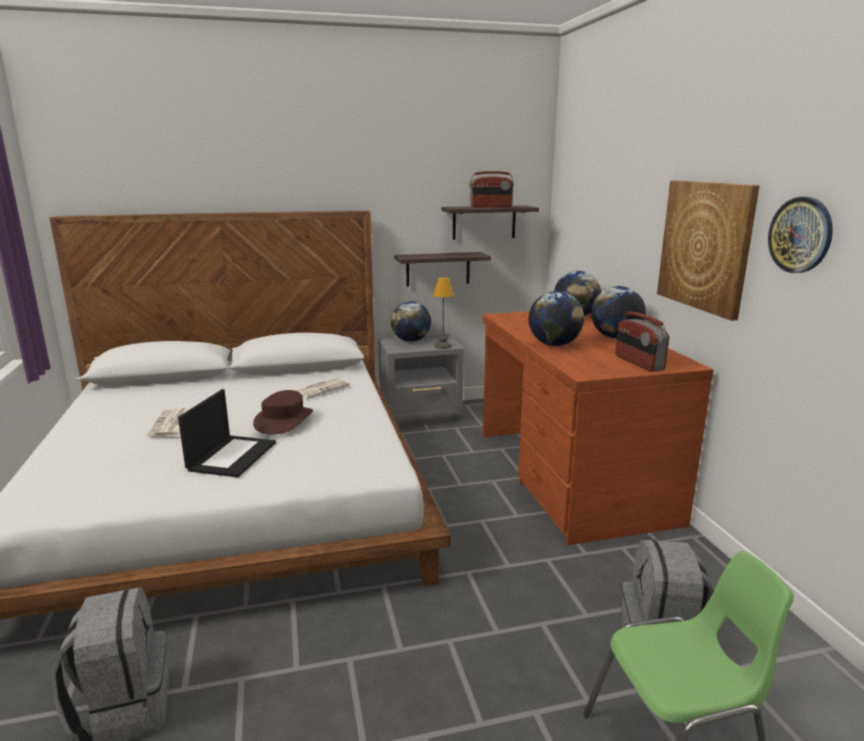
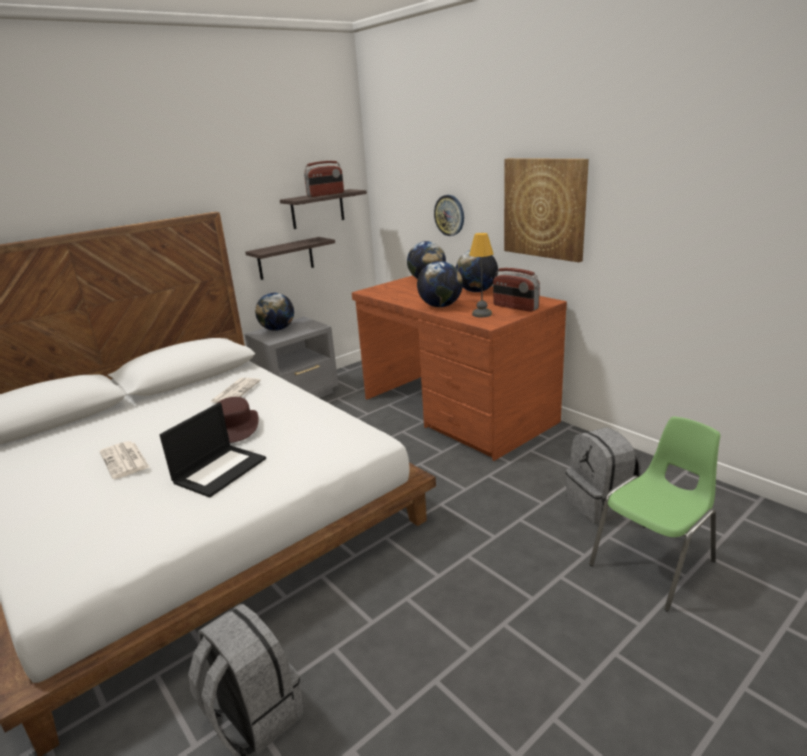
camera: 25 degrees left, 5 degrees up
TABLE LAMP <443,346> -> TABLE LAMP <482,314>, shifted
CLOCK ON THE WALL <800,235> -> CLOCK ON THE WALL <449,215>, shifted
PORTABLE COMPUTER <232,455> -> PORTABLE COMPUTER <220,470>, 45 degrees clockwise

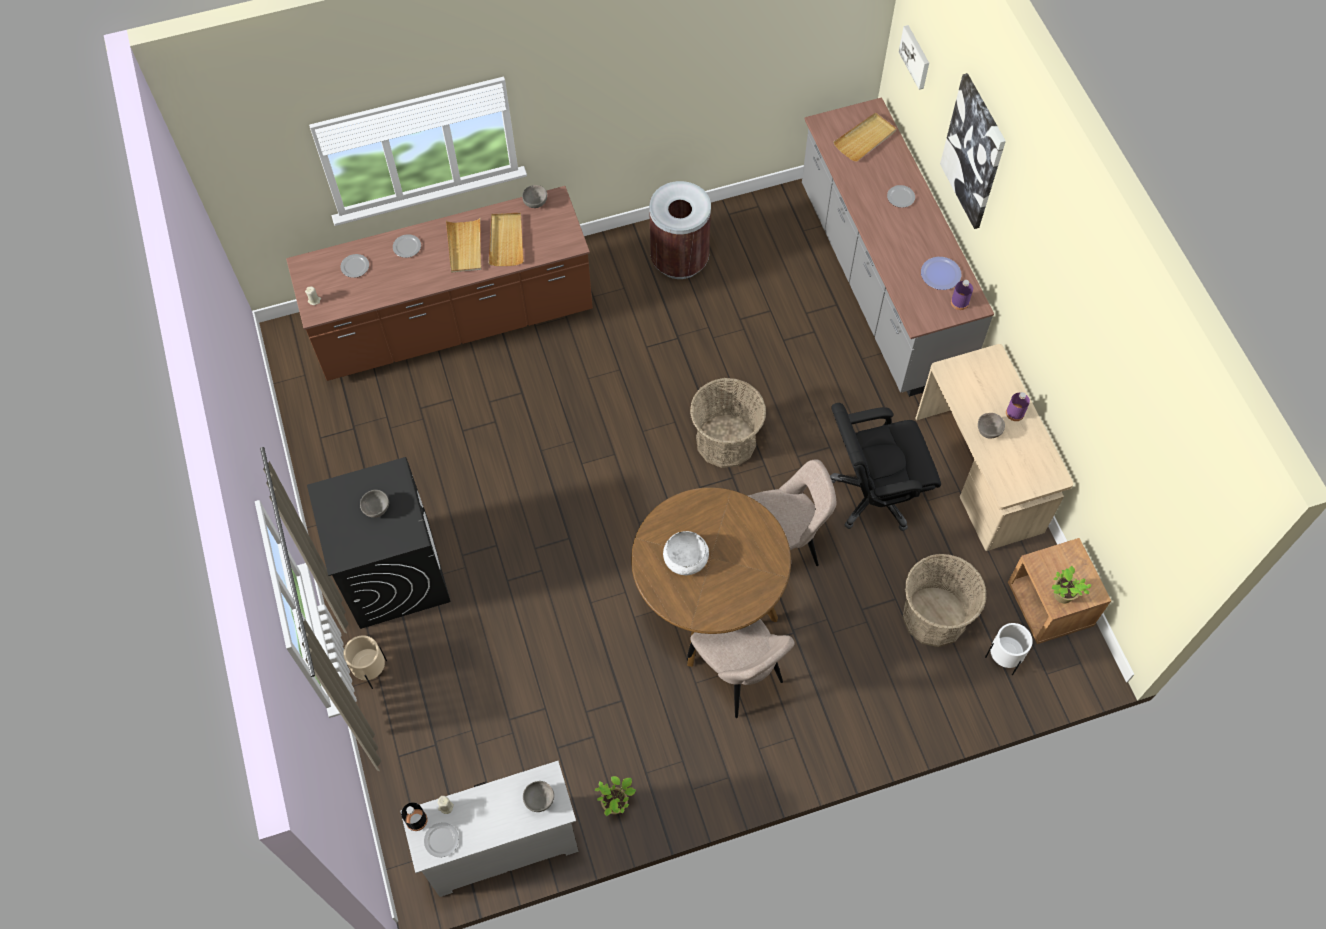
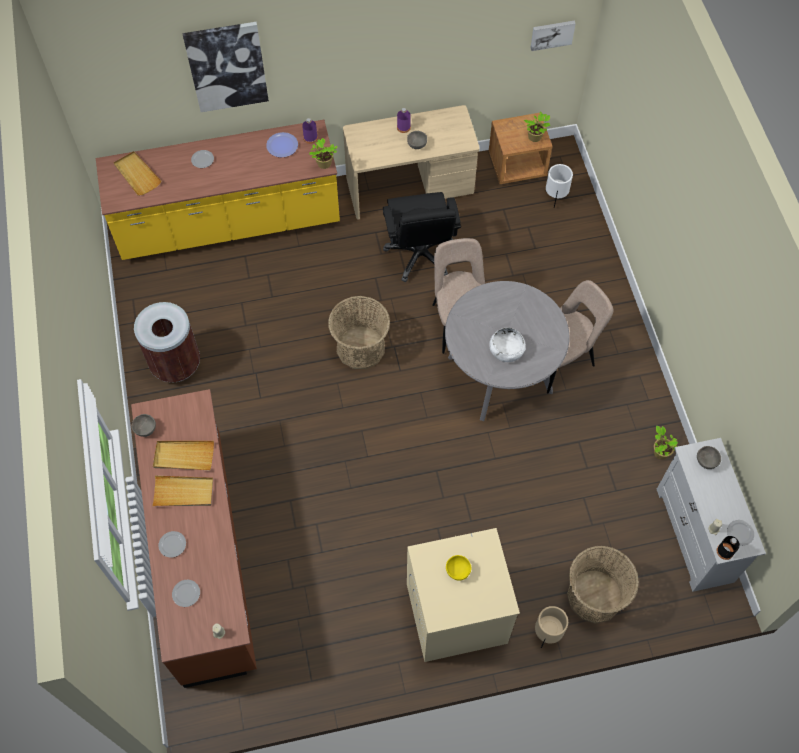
camera: 85 degrees left, 0 degrees up
none -> HOUSEPLANT <324,164>
WALL PICTURE <916,56> -> WALL PICTURE <552,34>, shifted
BASKET <934,616> -> BASKET <594,596>, shifted
BLACK LAUNDRY MACHINE <393,572> -> BEIGE-COLOURED LAUNDRY MACHINE <455,614>
GREY SERVING BOWL <376,509> -> YELLOWISH SERVING BOWL <458,571>
BROWNISH DINNER TABLE <708,601> -> GREY DINNER TABLE <500,374>
GREY KITCHEN COUNTER <880,282> -> YELLOWISH KITCHEN COUNTER <229,224>

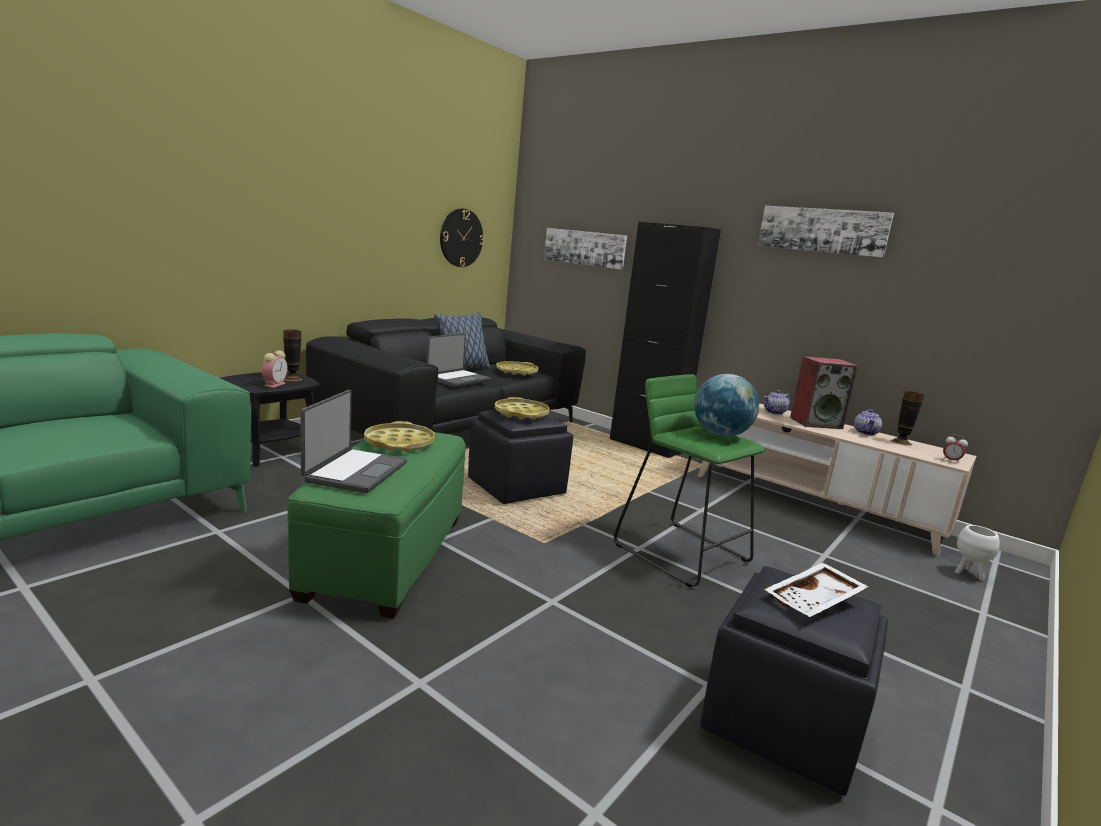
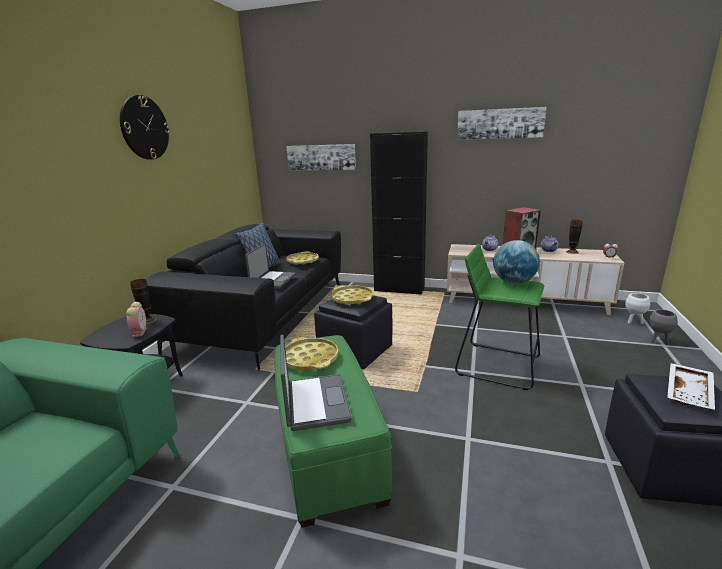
camera: 20 degrees left, 5 degrees up
none -> GREY PLANTER <658,341>
CLOCK ON THE WALL <461,238> -> CLOCK ON THE WALL <144,128>, shifted

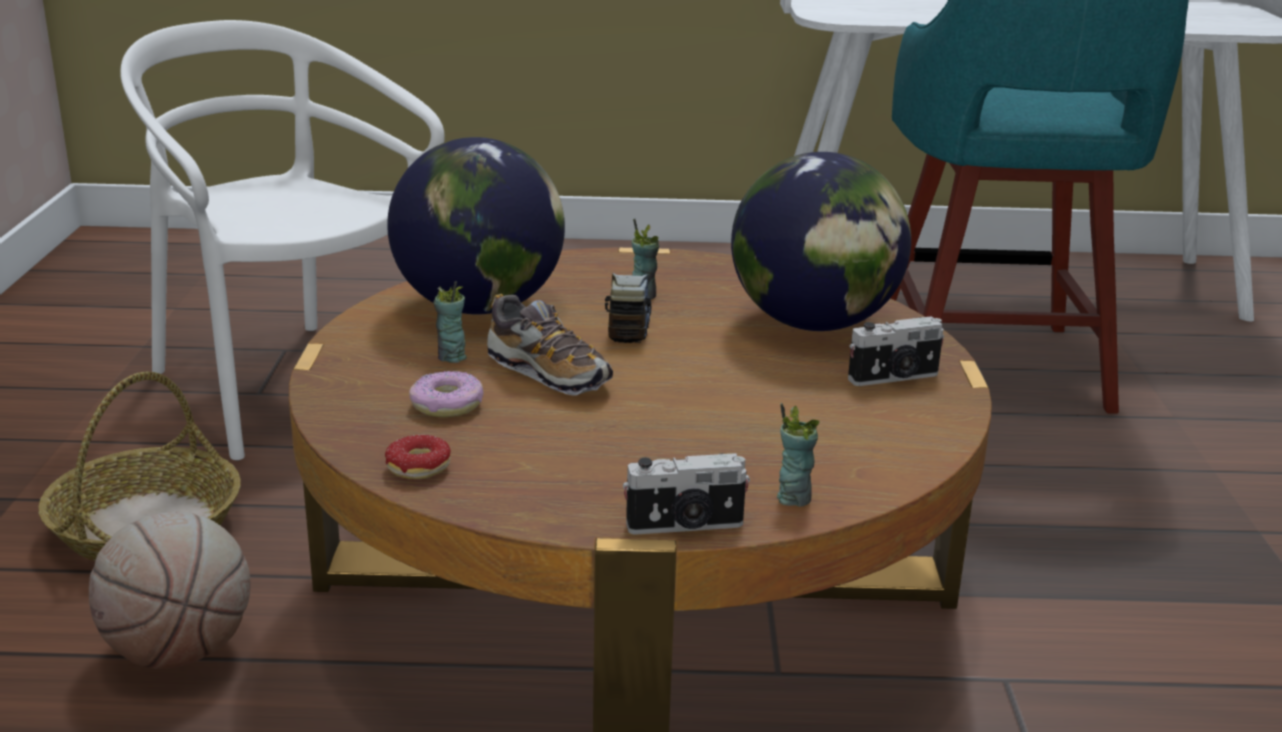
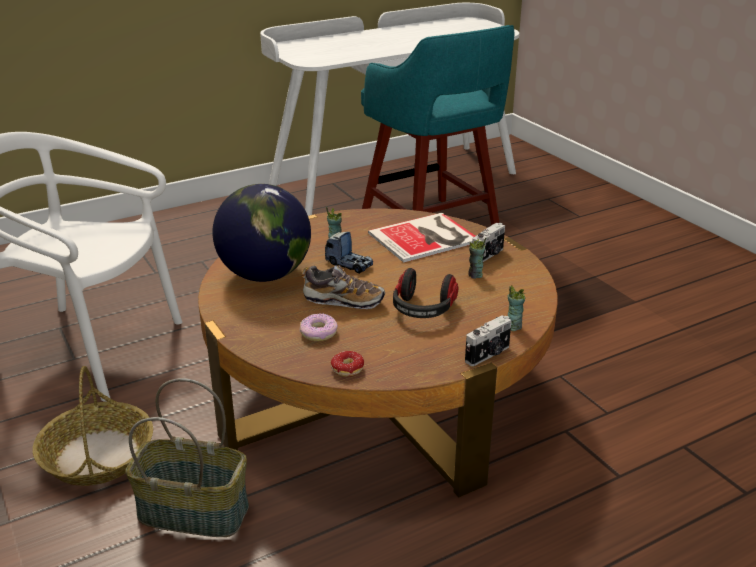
camera: 30 degrees left, 5 degrees up
none -> HEADPHONES <423,310>
DRINKING CUP <451,357> -> DRINKING CUP <475,275>, shifted
BASKETBALL <180,651> -> BASKET <195,511>
GLOBE <814,324> -> BOOK <426,238>
MODEL TRUCK <628,327> -> MODEL TRUCK <349,264>, 150 degrees clockwise

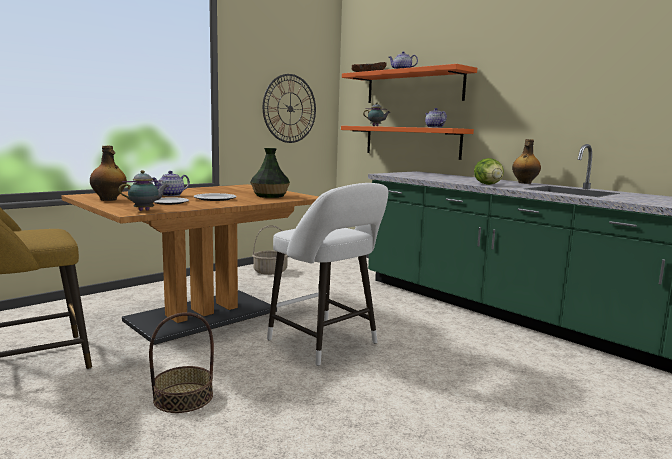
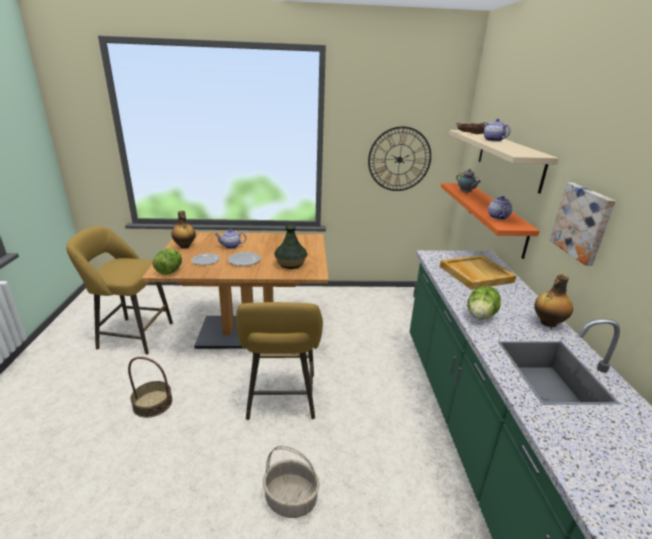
camera: 40 degrees right, 15 degrees up
none -> BEIGE-COLOURED TRAY <475,274>
none -> WALL PICTURE <583,222>
BASKET <270,271> -> BASKET <291,499>, shifted
POT FOR TEA <145,210> -> LETTUCE <170,271>
WHITISH SITTING STOOL <326,344> -> YELLOWISH SITTING STOOL <281,400>
ORANGE-COLOURED SHELF <413,87> -> BEIGE-COLOURED SHELF <509,158>

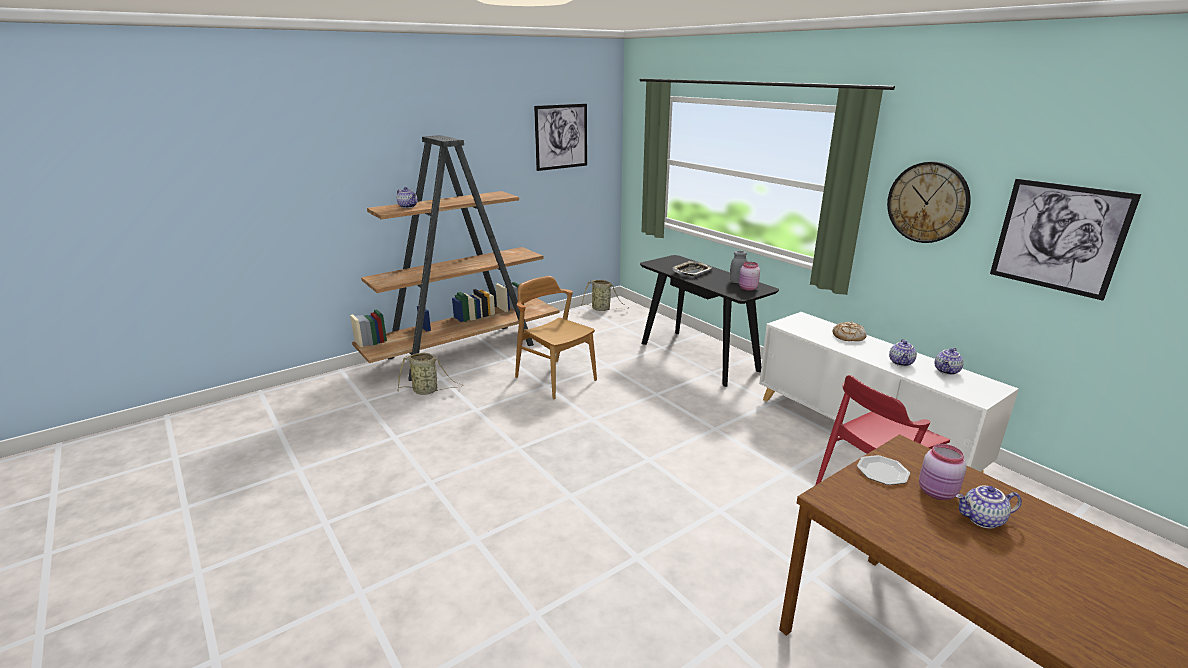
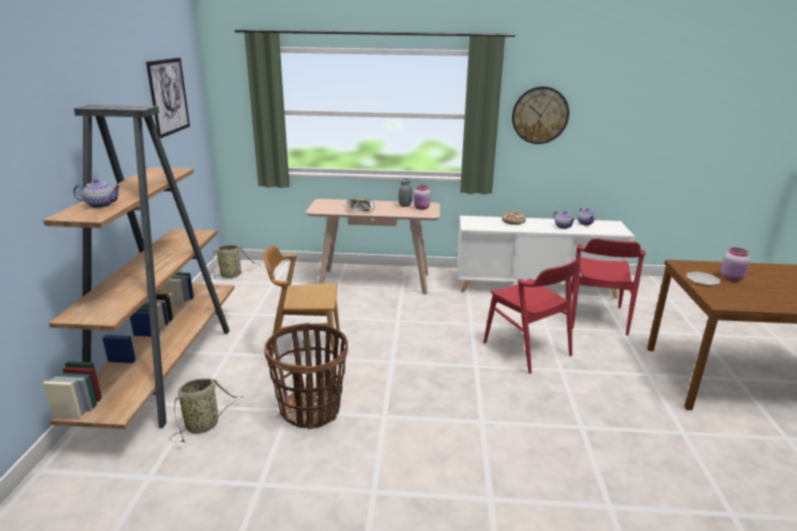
camera: 50 degrees left, 0 degrees up
POT FOR TEA <982,520> -> none
WALL PICTURE <1058,237> -> none
none -> BASKET <310,410>
none -> RED UPRIGHT CHAIR <527,349>
BLACK NARROW TABLE <699,356> -> BEIGE-COLOURED NARROW TABLE <374,281>

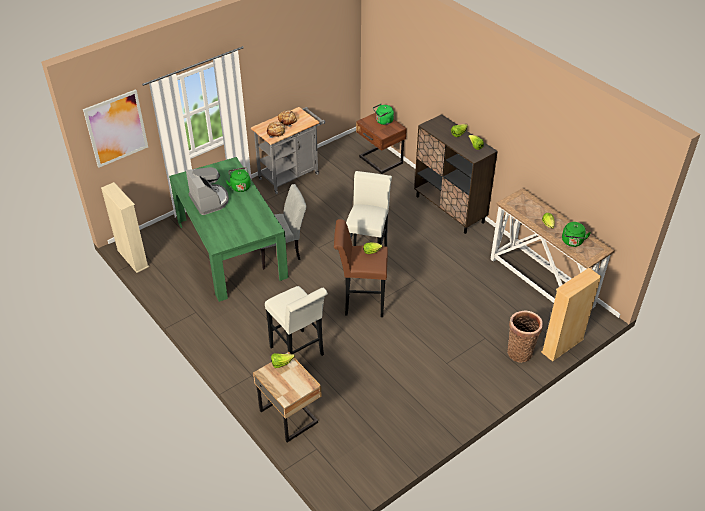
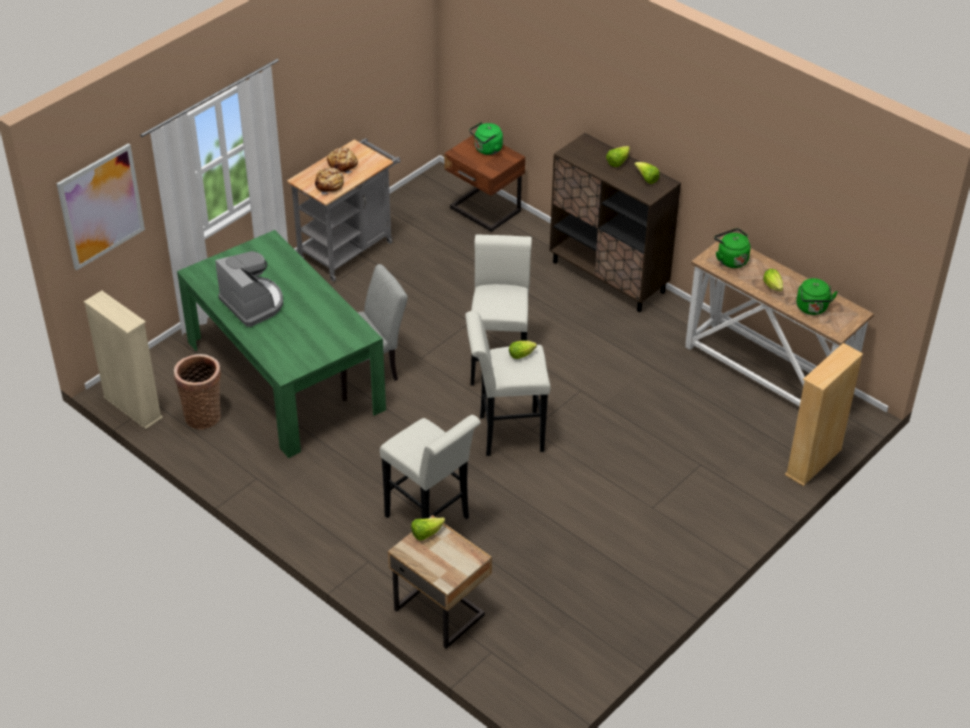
camera: 10 degrees left, 0 degrees up
GREEN KETTLE <240,186> -> GREEN KETTLE <730,259>, shifted
BASKET <520,351> -> BASKET <203,414>, shifted
BROWNISH SITTING STOOL <360,302> -> WHITISH SITTING STOOL <505,434>

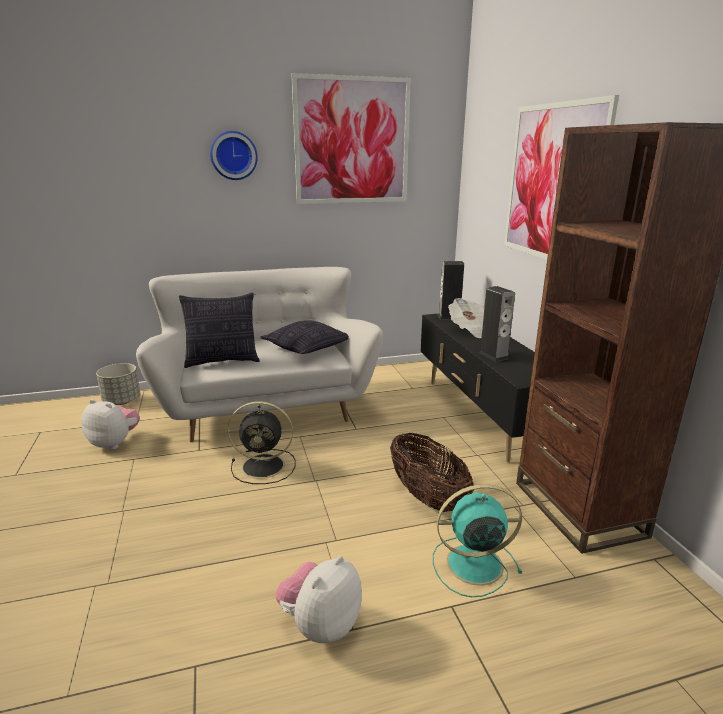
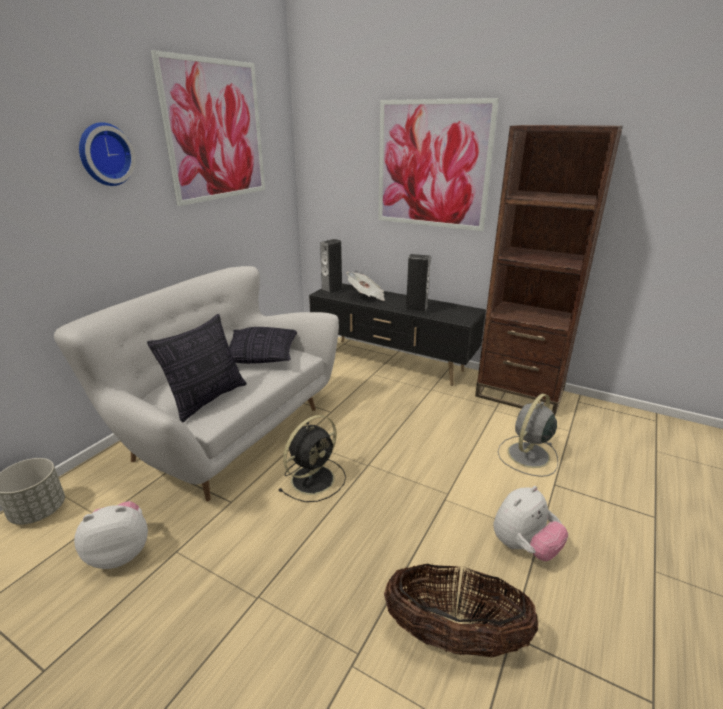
camera: 45 degrees left, 5 degrees up
BASKET <427,497> -> BASKET <454,637>, shifted
BLUE-GREEN ELECTRIC FAN <471,564> -> GREY ELECTRIC FAN <527,456>
PLUSH TOY <320,624> -> PLUSH TOY <524,547>, 120 degrees counterclockwise

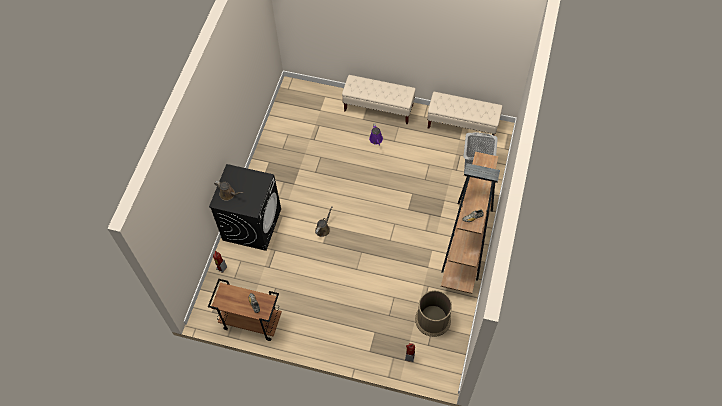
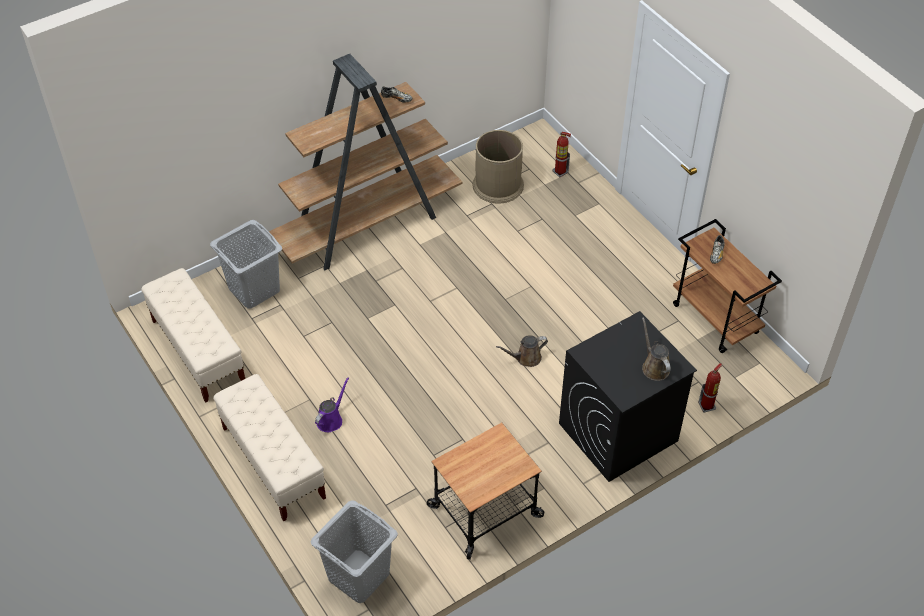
camera: 140 degrees left, 10 degrees down
none -> GREY LAUNDRY BASKET <358,576>
none -> WHEELED CART <485,512>

